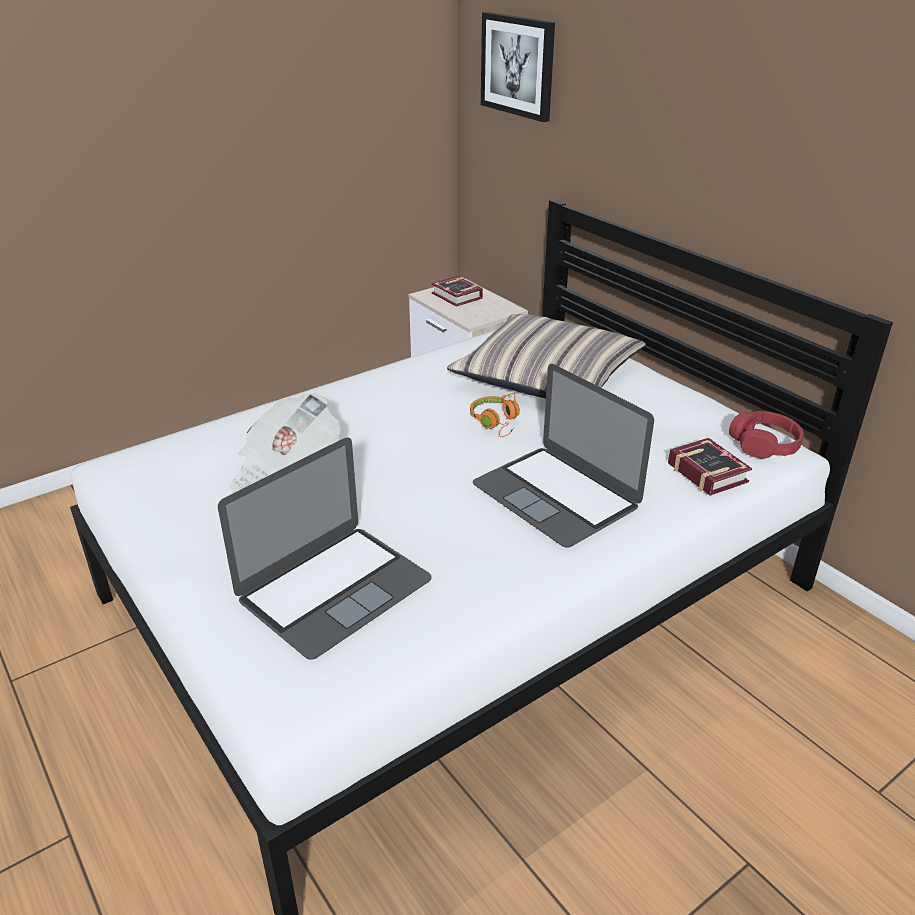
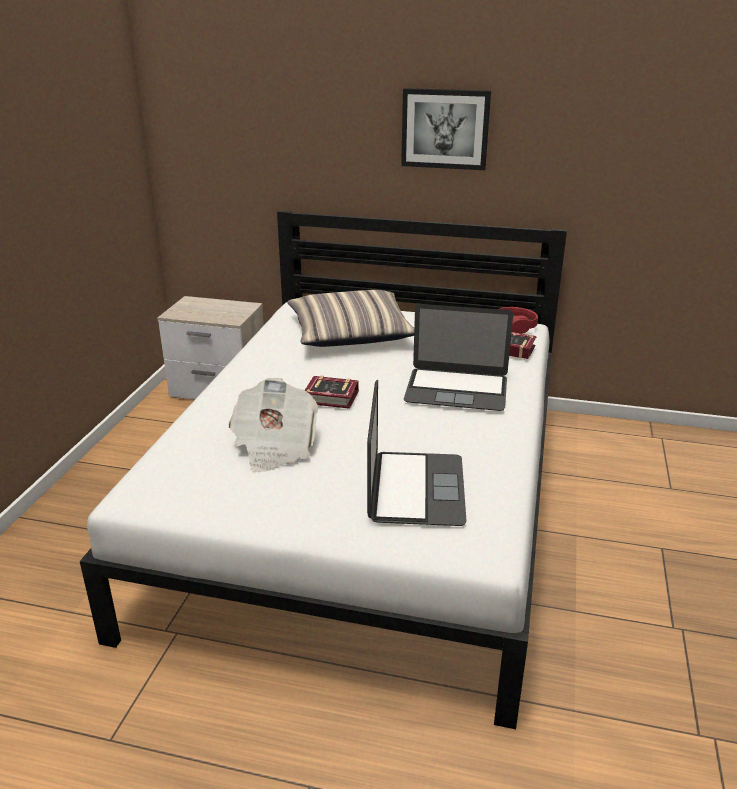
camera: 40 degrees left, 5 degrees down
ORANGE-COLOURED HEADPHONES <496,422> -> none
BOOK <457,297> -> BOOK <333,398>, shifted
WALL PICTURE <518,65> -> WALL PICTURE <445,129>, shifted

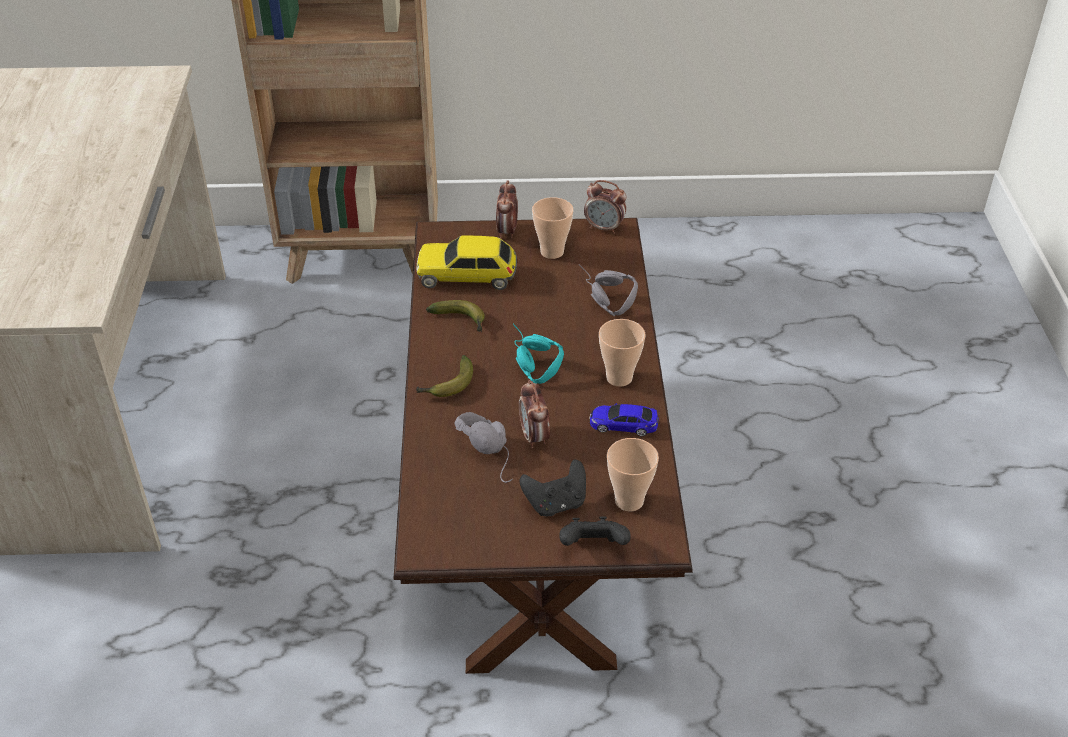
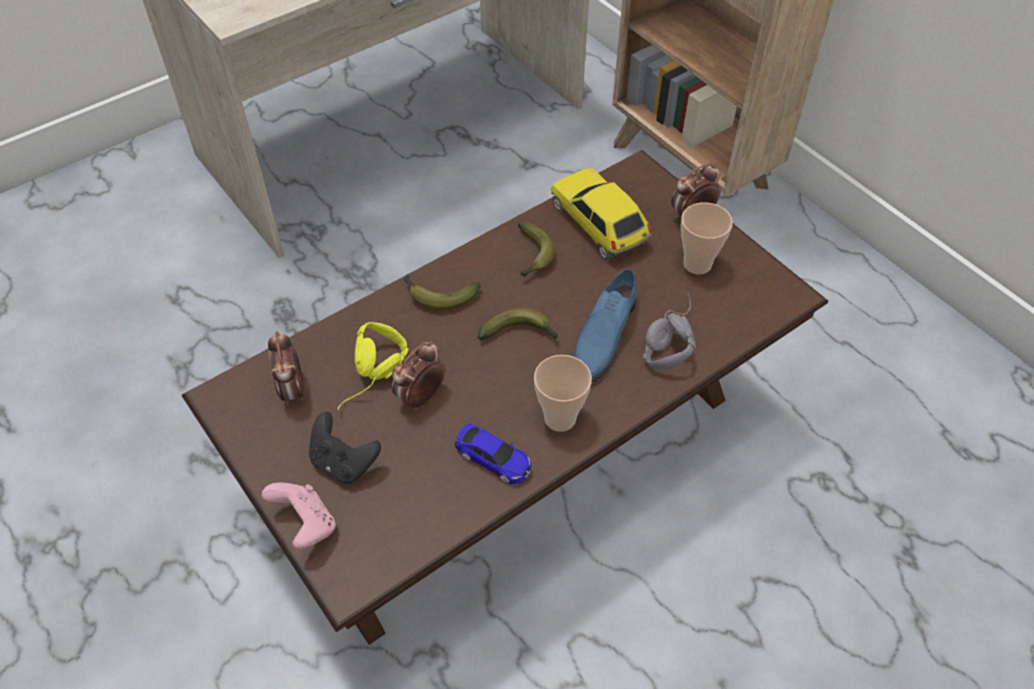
camera: 55 degrees right, 10 degrees up
DRINKING CUP <629,500> -> none
none -> BLUE-COLOURED ITEM OF FOOTWEAR <603,335>
ALARM CLOCK <604,228> -> ALARM CLOCK <292,390>, shifted
BLUE-GREEN HEADPHONES <527,361> -> BANANA FRUIT <520,333>
GREY HEADPHONES <494,454> -> YELLOWISH HEADPHONES <375,380>
BLACK GAMEPAD <593,547> -> PINK GAMEPAD <306,525>
MODEL CAR <623,425> -> MODEL CAR <493,459>, 150 degrees clockwise

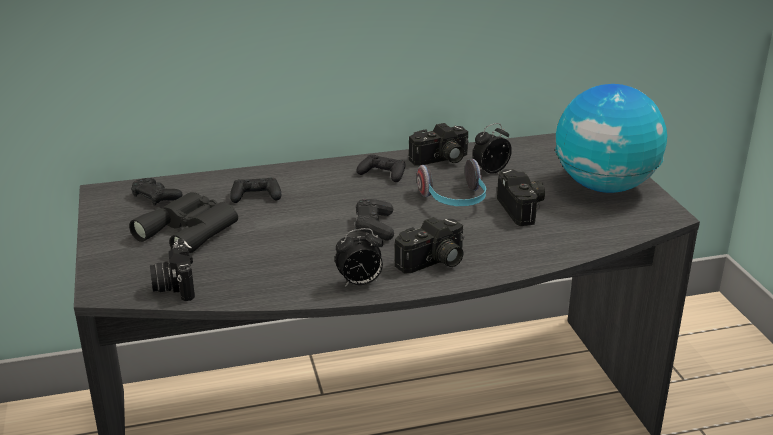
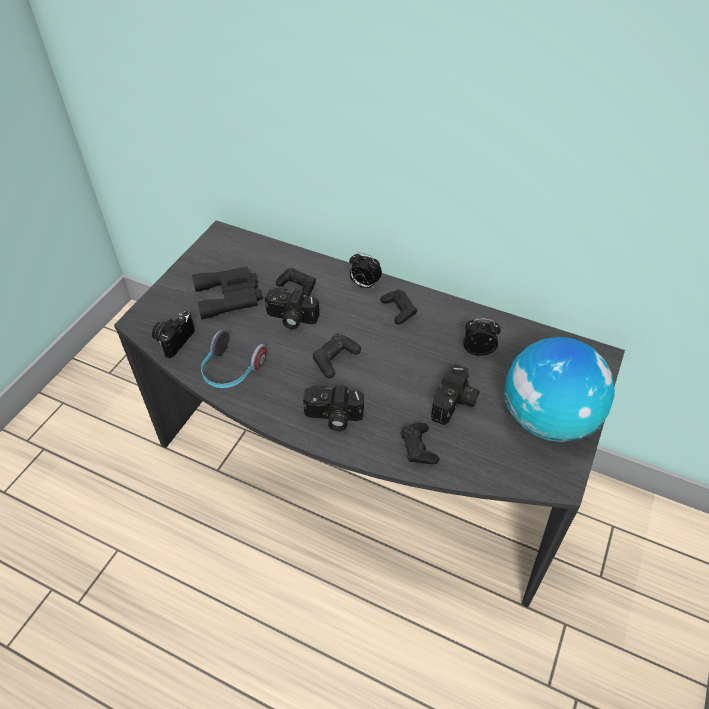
camera: 40 degrees right, 20 degrees up
BLACK GAMEPAD <156,197> -> BLACK GAMEPAD <418,447>, shifted
ALARM CLOCK <360,283> -> ALARM CLOCK <364,285>, shifted
STILL CAMERA <441,160> -> STILL CAMERA <290,318>, shifted
HEADPHONES <455,201> -> HEADPHONES <231,371>, shifted

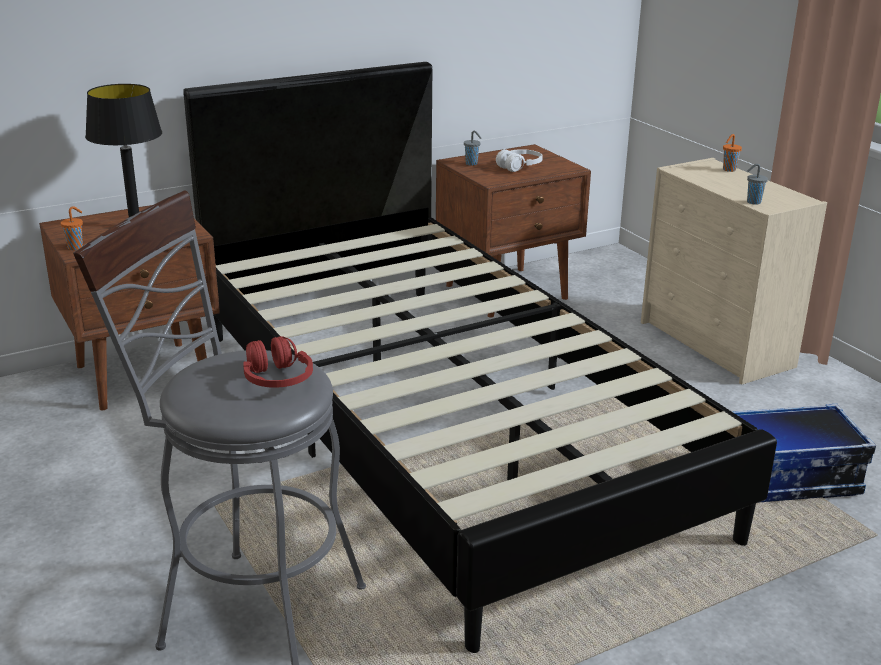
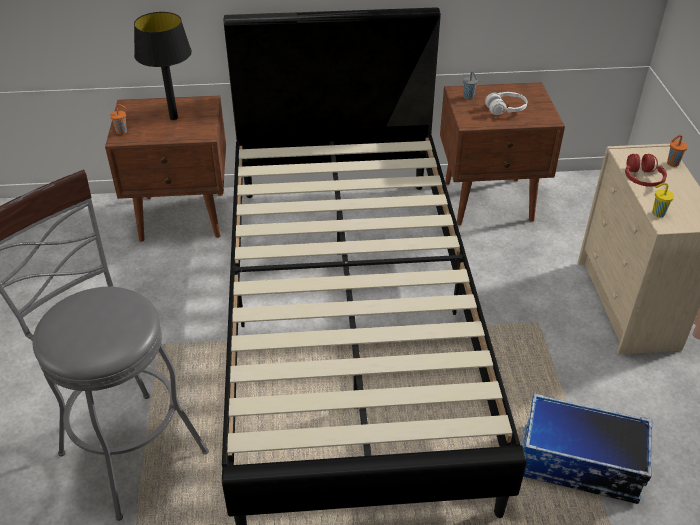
camera: 25 degrees right, 15 degrees up
RED HEADPHONES <277,379> -> RED HEADPHONES <642,178>, shifted
GREY DRINKING CUP <752,202> -> YELLOWISH DRINKING CUP <657,213>

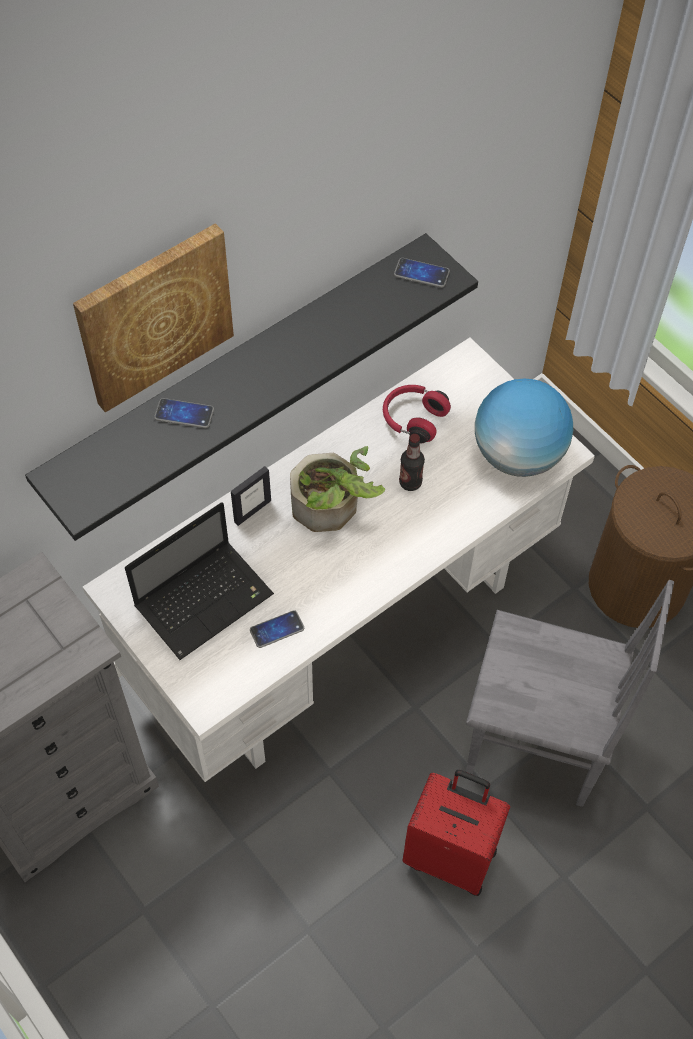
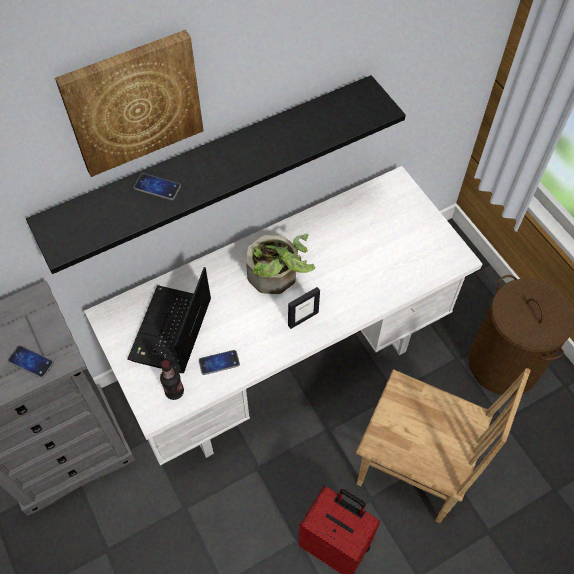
camera: 10 degrees right, 0 degrees up
RED HEADPHONES <413,419> -> none
GLOBE <518,455> -> none
STANDING FRAME <252,511> -> STANDING FRAME <303,319>, shifted
TELEPHONE <421,273> -> TELEPHONE <31,362>, shifted
BEVERAGE BOTTLE <410,482> -> BEVERAGE BOTTLE <174,391>, shifted
GREY UPRIGHT CHAIR <535,745> -> BROWNISH UPRIGHT CHAIR <411,471>
PORTABLE COMPUTER <206,599> -> PORTABLE COMPUTER <171,332>, 135 degrees clockwise

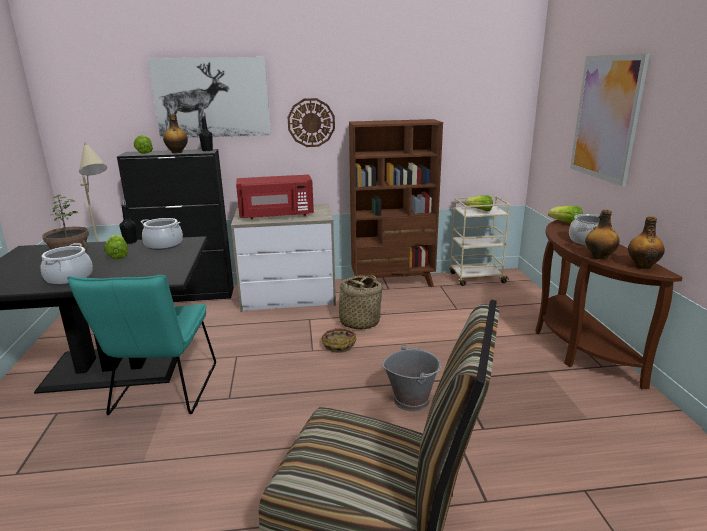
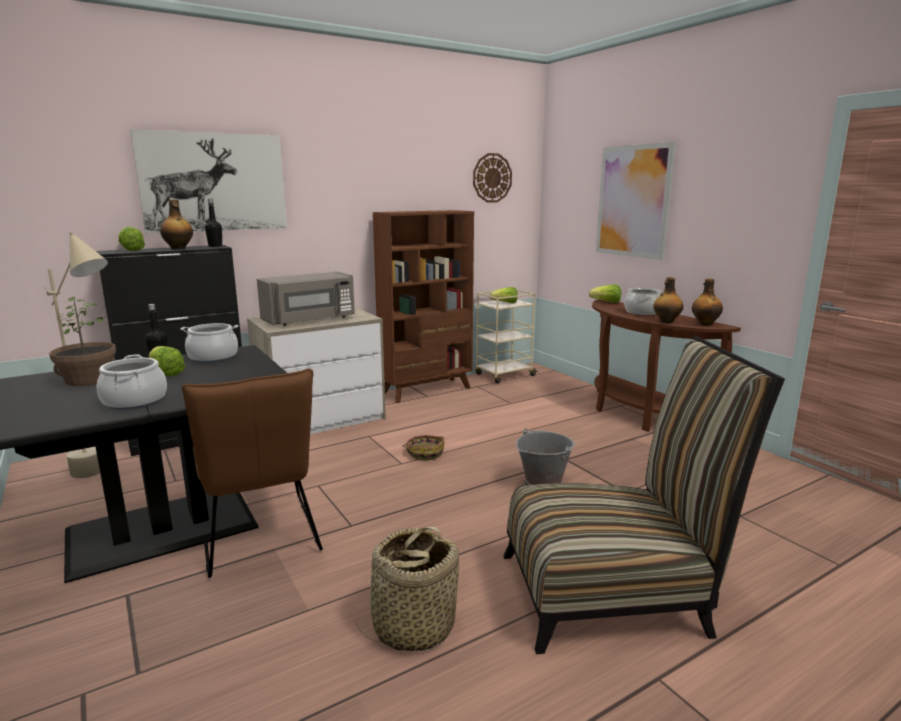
camera: 25 degrees left, 5 degrees down
CLOCK ON THE WALL <311,122> -> CLOCK ON THE WALL <492,178>, shifted
BASKET <359,322> -> BASKET <413,626>, shifted
BLUE-GREEN UPRIGHT CHAIR <162,393> -> BROWNISH UPRIGHT CHAIR <260,539>
RED MICROWAVE OVEN <276,215> -> GREY MICROWAVE OVEN <310,320>

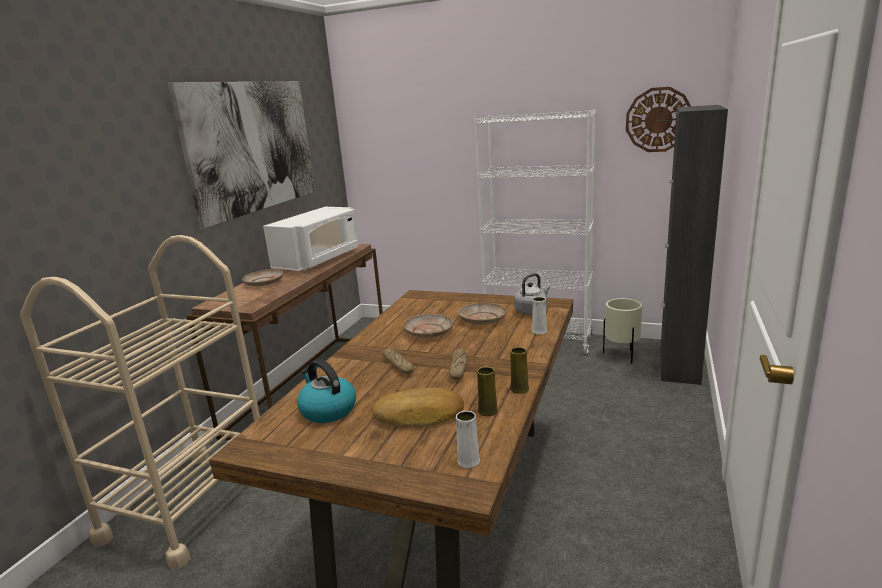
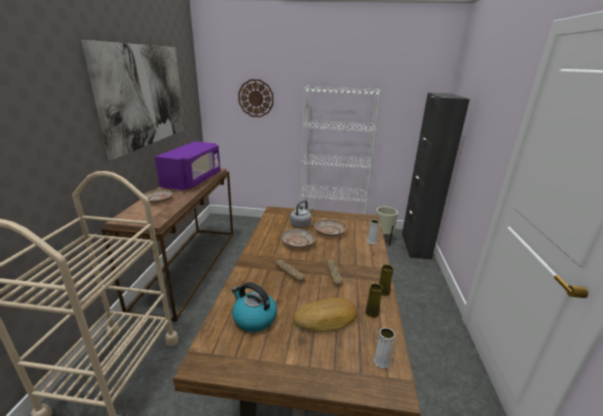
camera: 15 degrees left, 5 degrees up
GREY KETTLE <532,311> -> GREY KETTLE <301,224>, shifted
CLOCK ON THE WALL <658,120> -> CLOCK ON THE WALL <256,98>, shifted
WHITISH MICROWAVE OVEN <319,260> -> PURPLISH MICROWAVE OVEN <193,180>

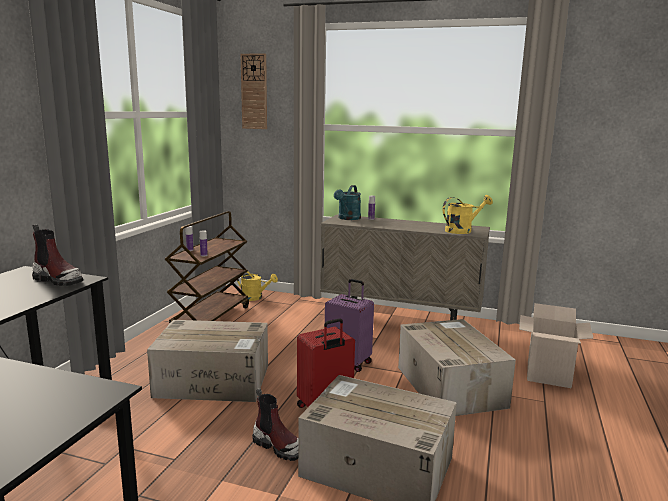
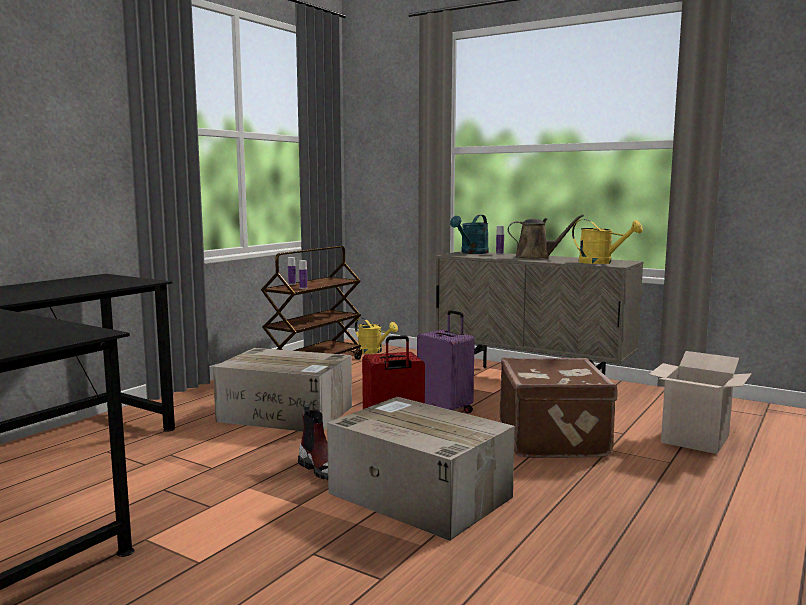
camera: 15 degrees right, 5 degrees down
TALL BOOT <58,280> -> none
CLOCK ON THE WALL <254,91> -> none
none -> BROWNISH WATERING POT <536,257>
PACKING BOX <449,386> -> BROWNISH PIECE OF LUGGAGE <554,439>
YELLOWISH WATERING POT <462,230> -> YELLOWISH WATERING POT <601,262>, 45 degrees clockwise

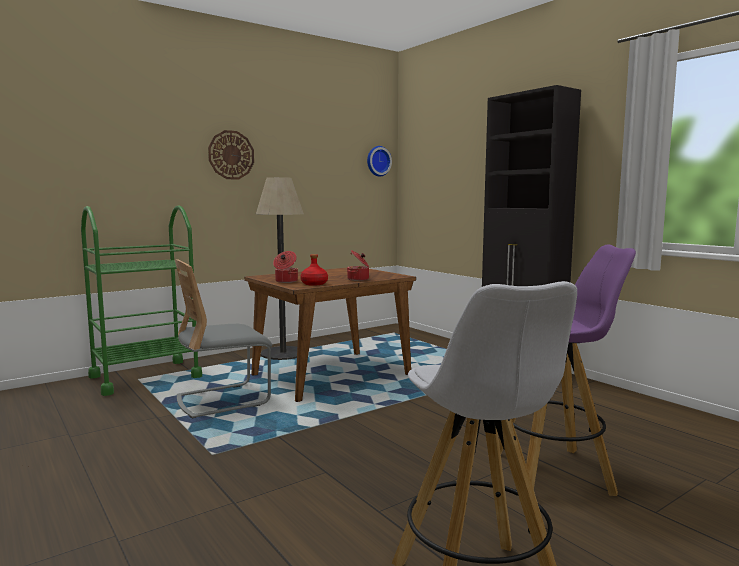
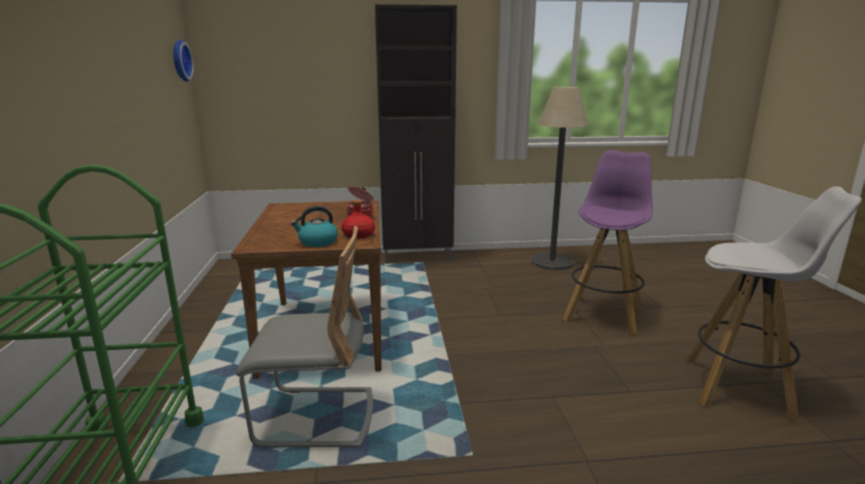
camera: 60 degrees left, 10 degrees up
CLOCK ON THE WALL <231,155> -> none
STANDING LAMP <283,354> -> STANDING LAMP <552,261>, shifted
COOKING POT <286,281> -> KETTLE <317,242>
GREY UPRIGHT CHAIR <223,400> -> GREY UPRIGHT CHAIR <315,417>, 90 degrees counterclockwise

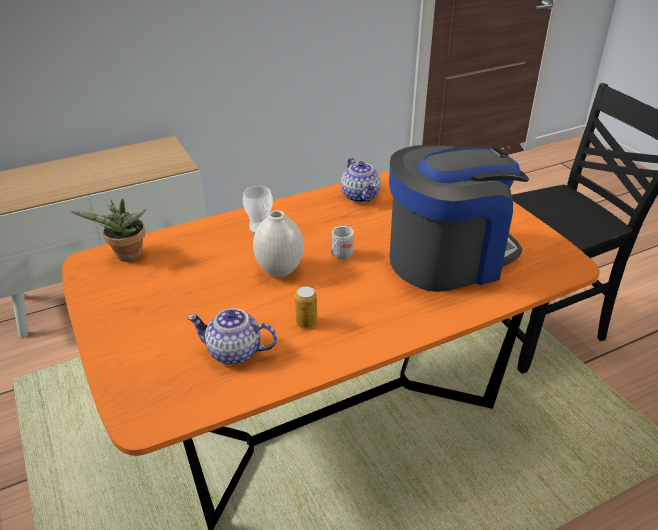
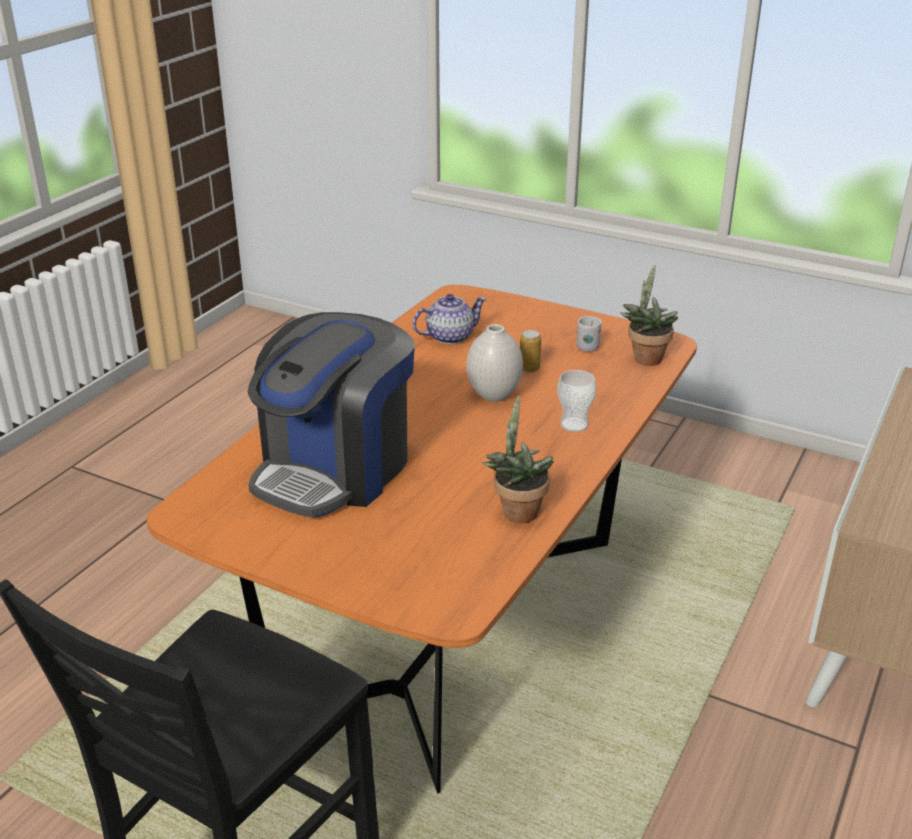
camera: 145 degrees right, 5 degrees down
SEALED CAN <306,322> -> SEALED CAN <529,369>, shifted
WHITISH TEA MUG <340,256> -> WHITISH TEA MUG <587,346>, shifted
POT FOR TEA <360,196> -> HOUSEPLANT <517,510>

